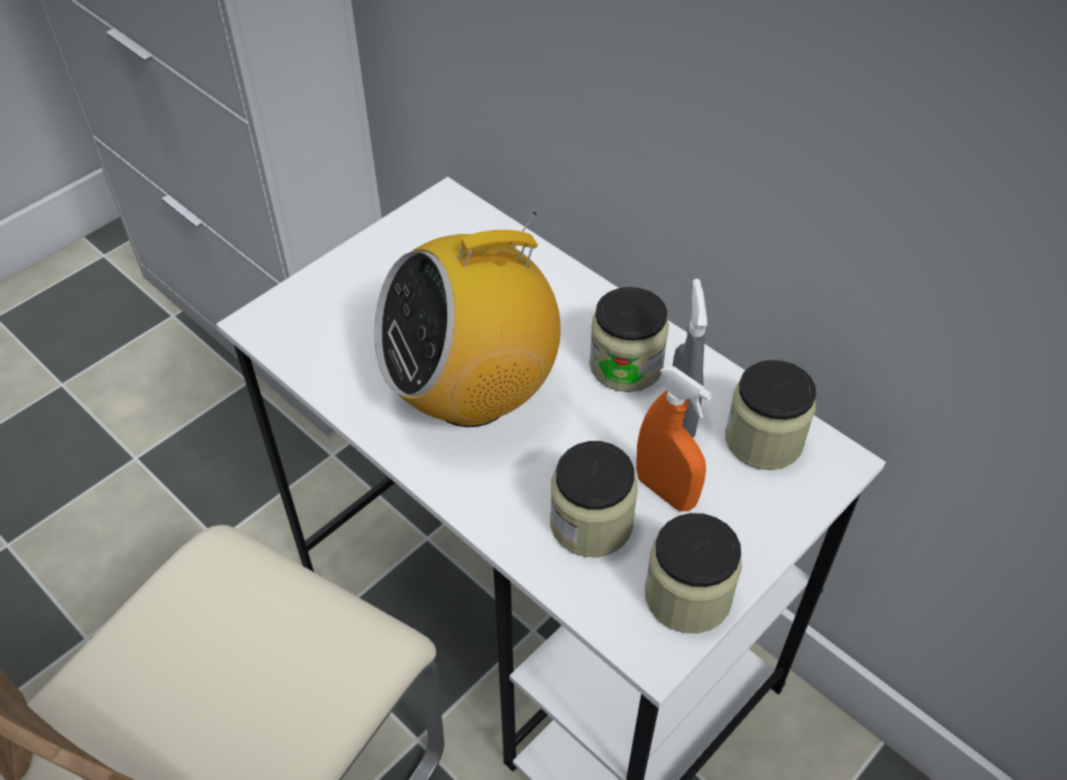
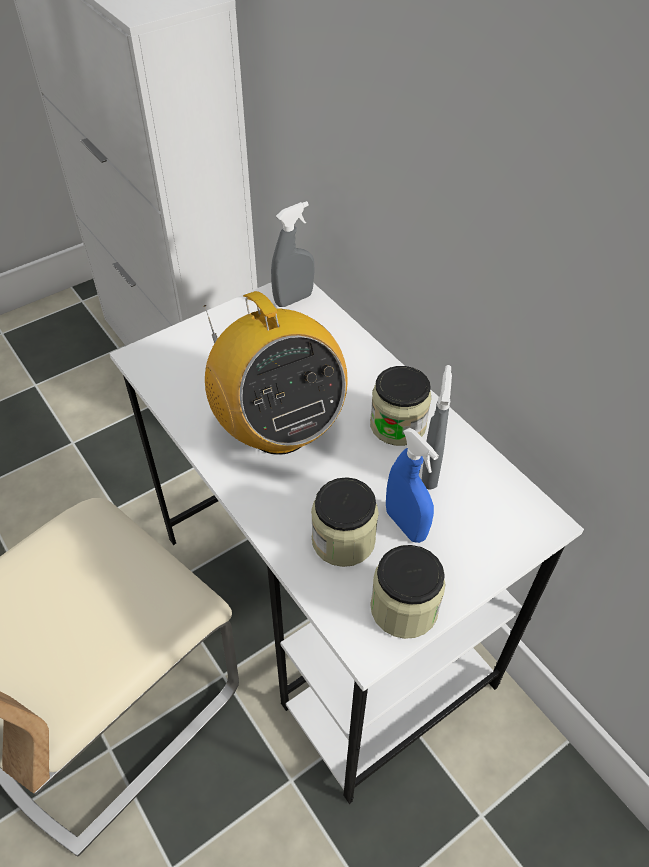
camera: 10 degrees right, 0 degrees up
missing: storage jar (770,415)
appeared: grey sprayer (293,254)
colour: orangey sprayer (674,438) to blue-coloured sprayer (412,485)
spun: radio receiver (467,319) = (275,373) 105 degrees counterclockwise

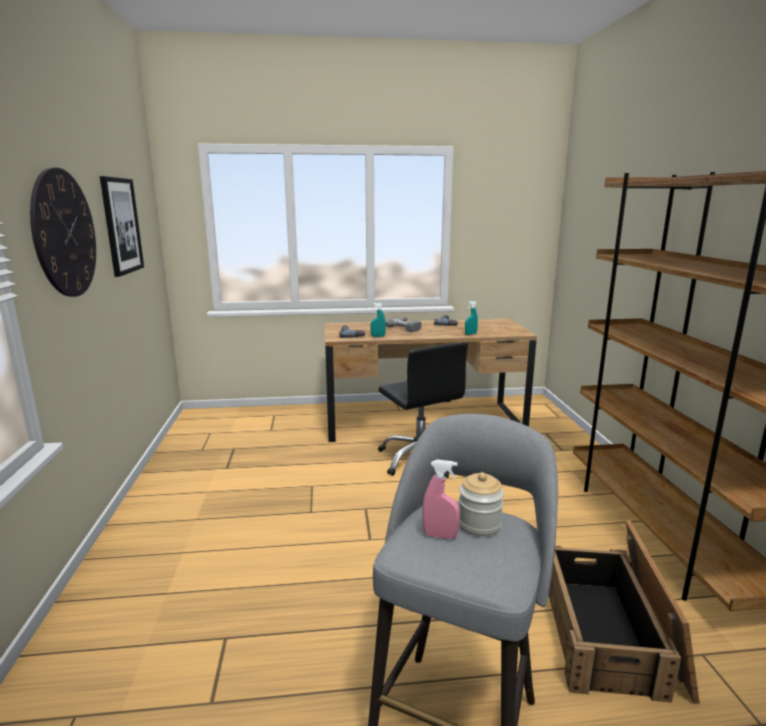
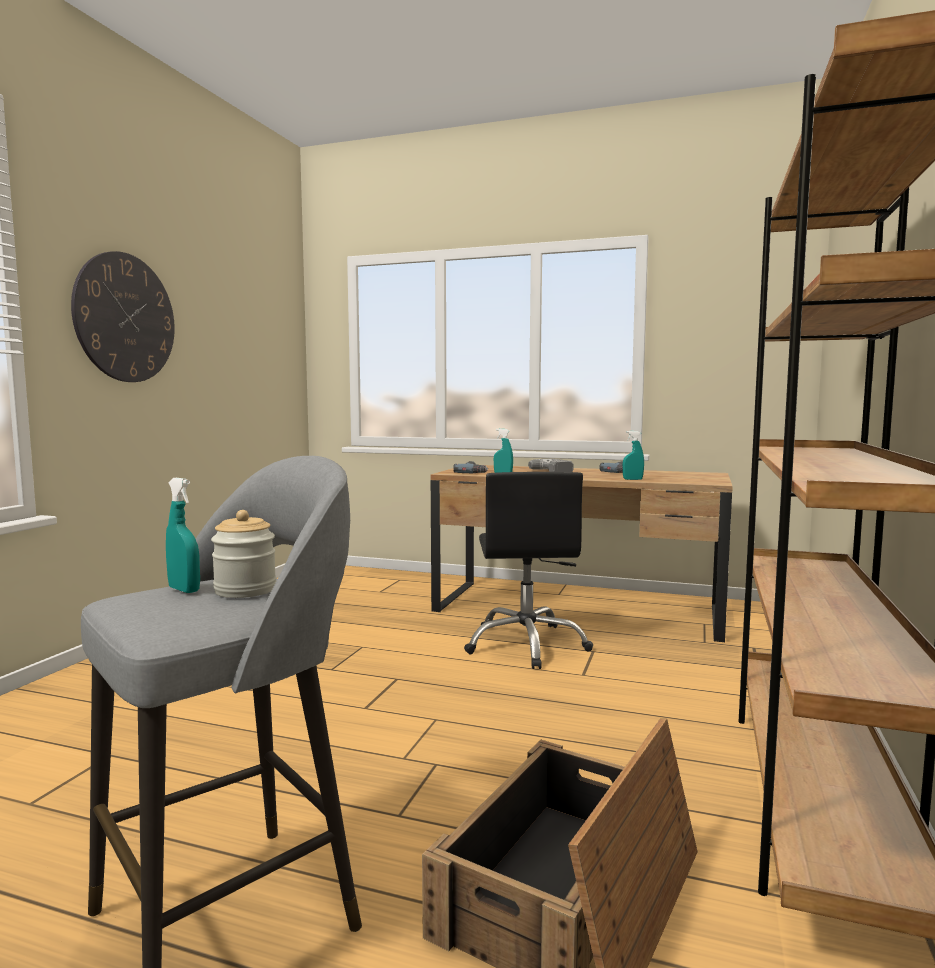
camera: 25 degrees right, 10 degrees down
missing: wall picture (122,226)
colour: pink-coloured sprayer (441,499) to turquoise-coloured sprayer (183,535)

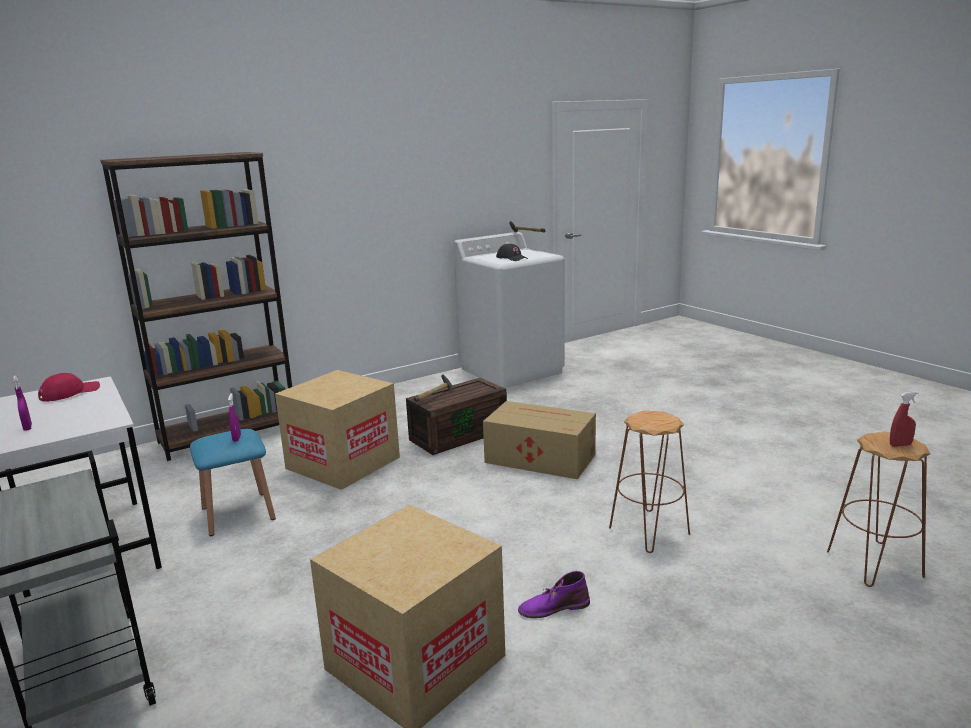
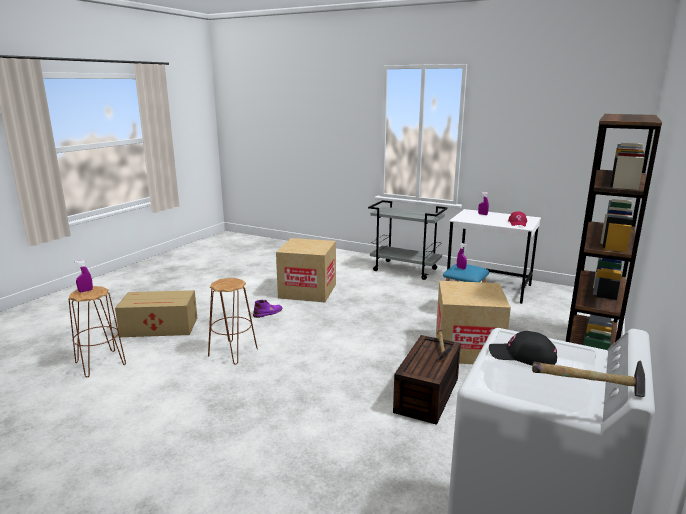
camera: 150 degrees right, 0 degrees up
relocated: cardboard box (539,440) to (156,313)
colour: reddish sprayer (904,419) to purplish sprayer (84,276)

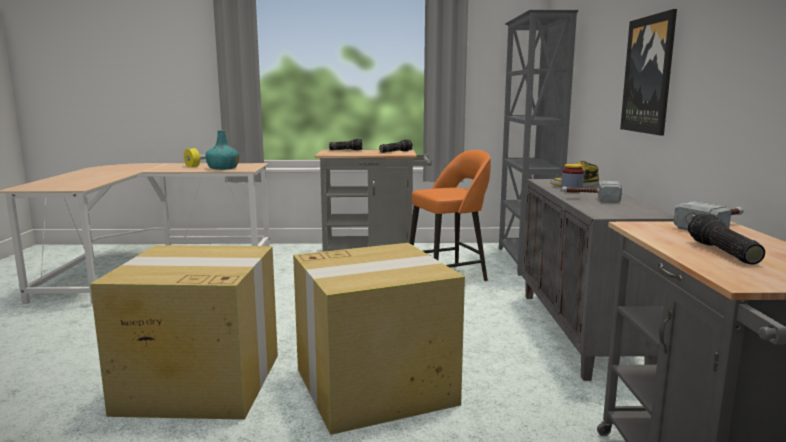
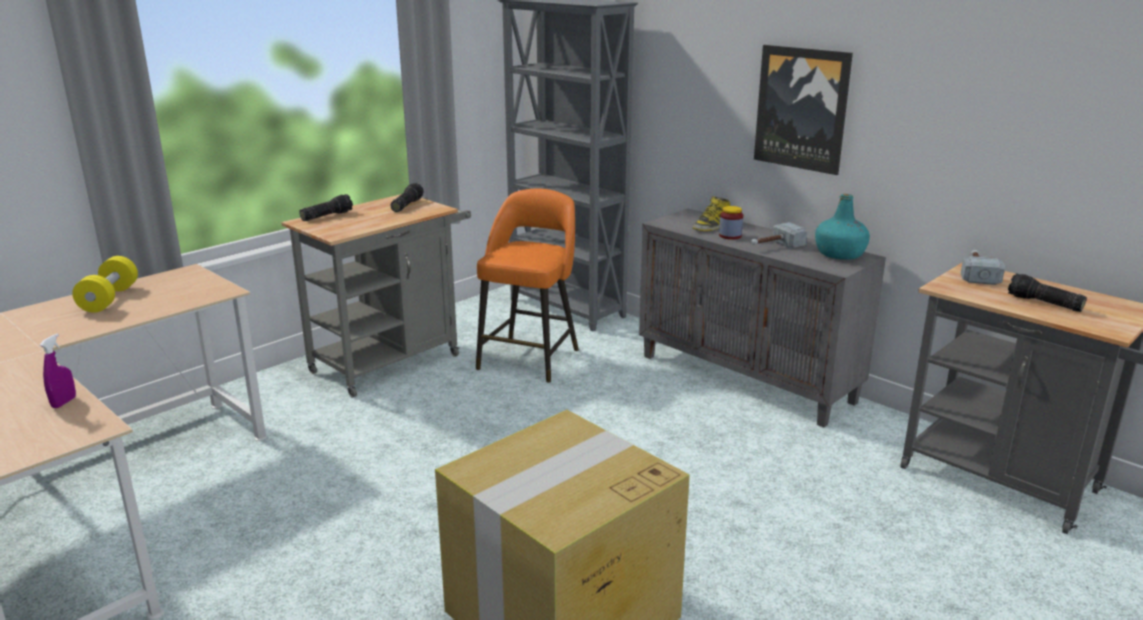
camera: 45 degrees left, 10 degrees up
missing: cardboard box (379,339)
appeared: purplish sprayer (58,371)
relocated: turquoise-coloured drink bottle (222,150) to (842,227)

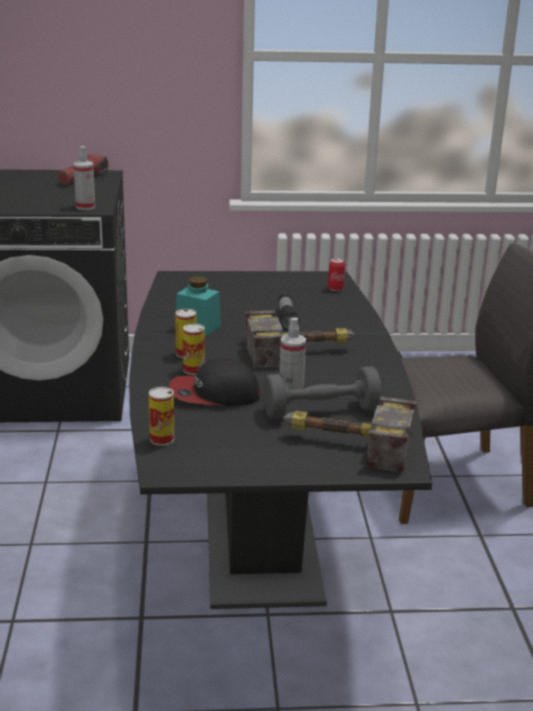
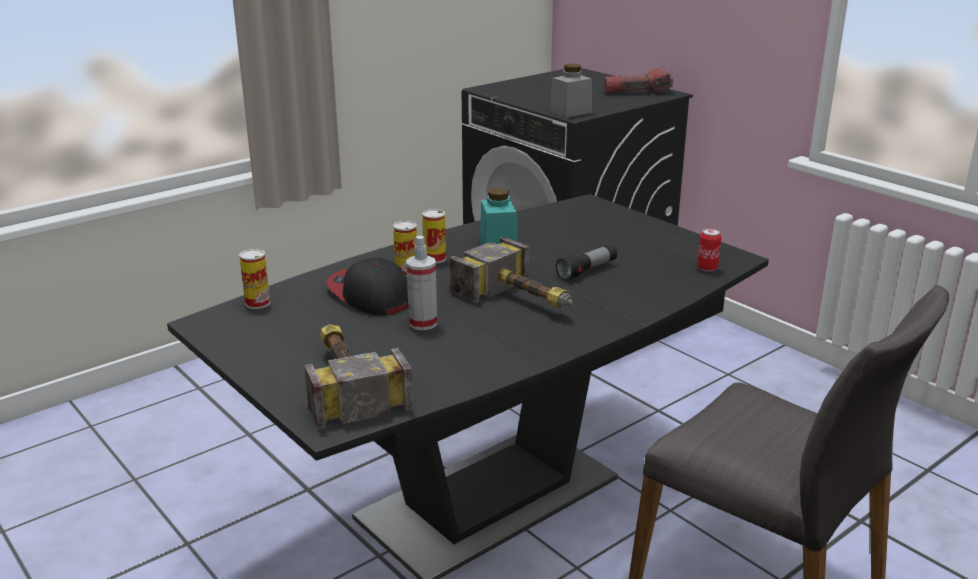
camera: 55 degrees right, 0 degrees up
missing: grey free weight (322,392)
exchanged: sprayer (84,178) to grey storage jar (571,91)

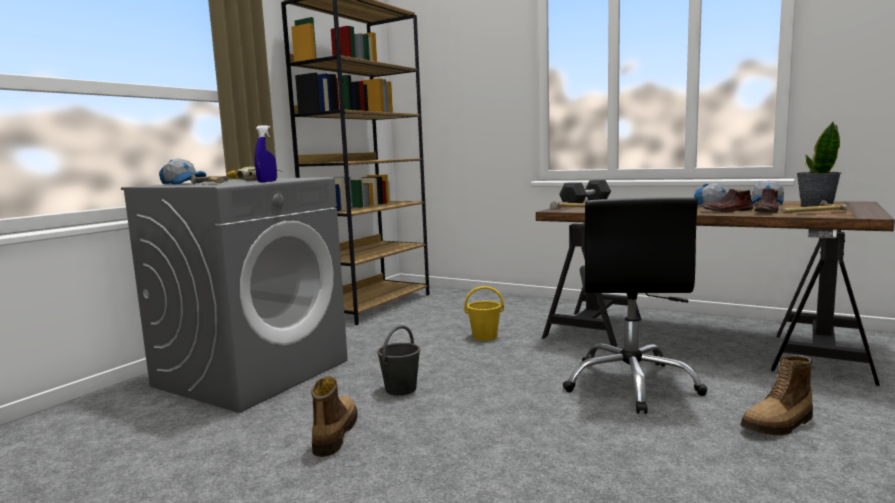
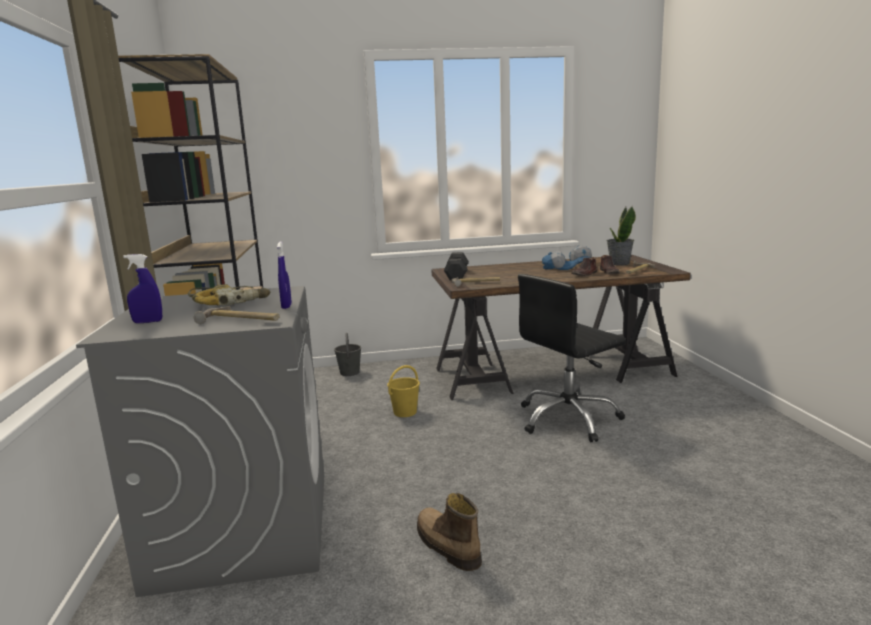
camera: 40 degrees left, 5 degrees up
missing: boot (776,395)
relocated: grey bucket (398,360) to (347,354)
exchanged: cap (182,171) to blue-coloured sprayer (142,288)
spun: blackish computer chair (635,305) = (572,358) 90 degrees clockwise

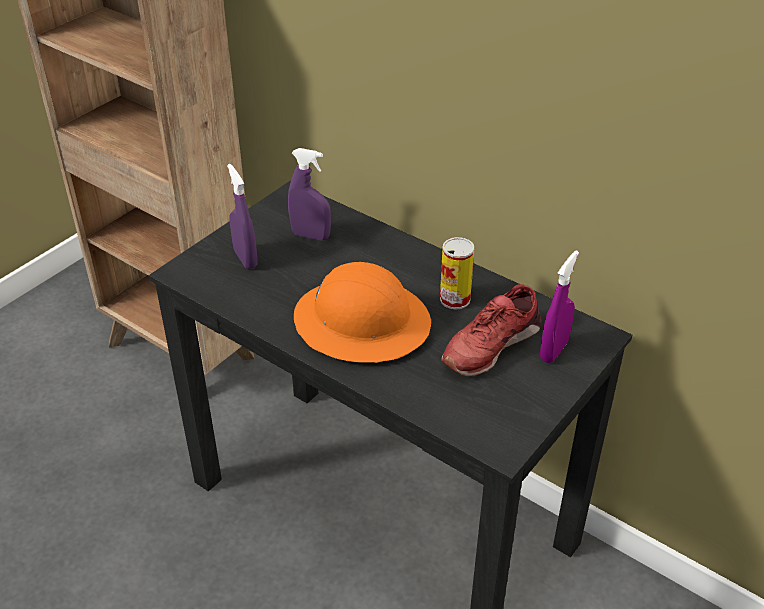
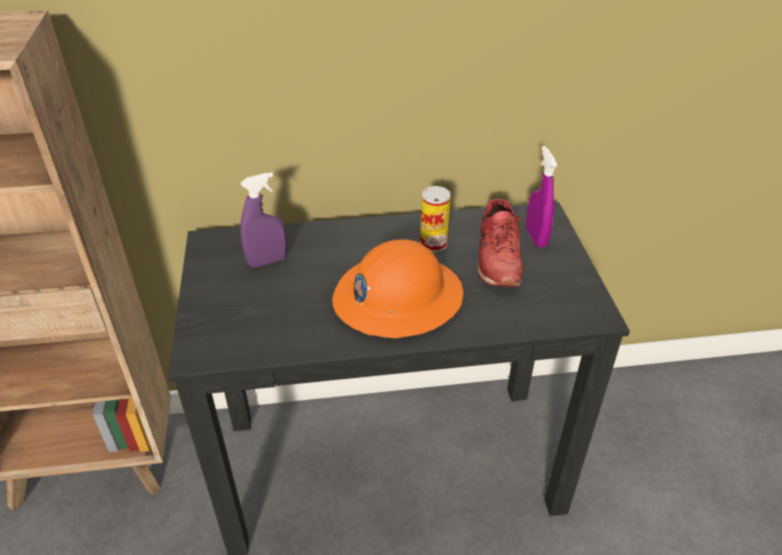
camera: 45 degrees left, 0 degrees up
missing: purplish sprayer (242,216)

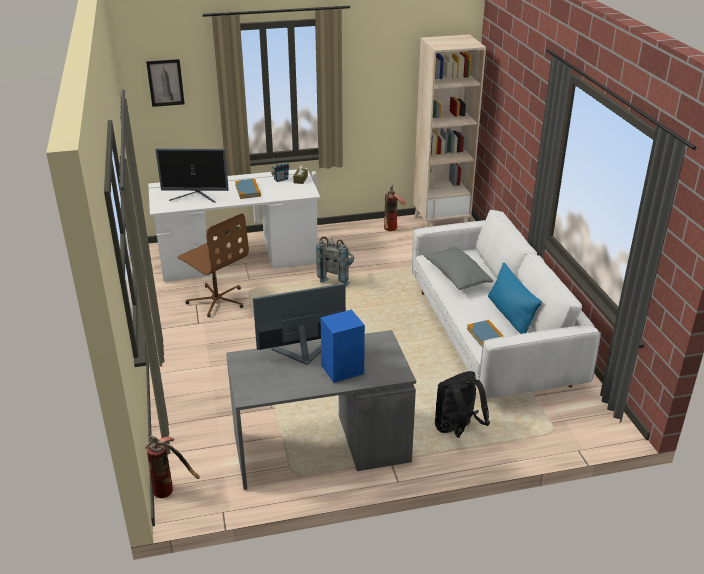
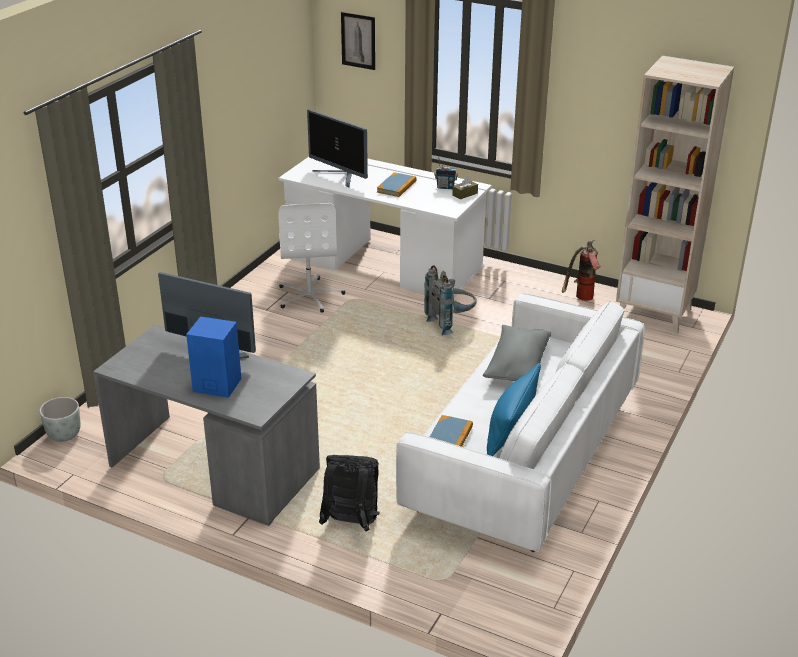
camera: 40 degrees right, 0 degrees up
exchanged: extinguisher (172,466) to grey plant pot (60,419)
colour: brownish computer chair (213,265) to whitish computer chair (311,258)

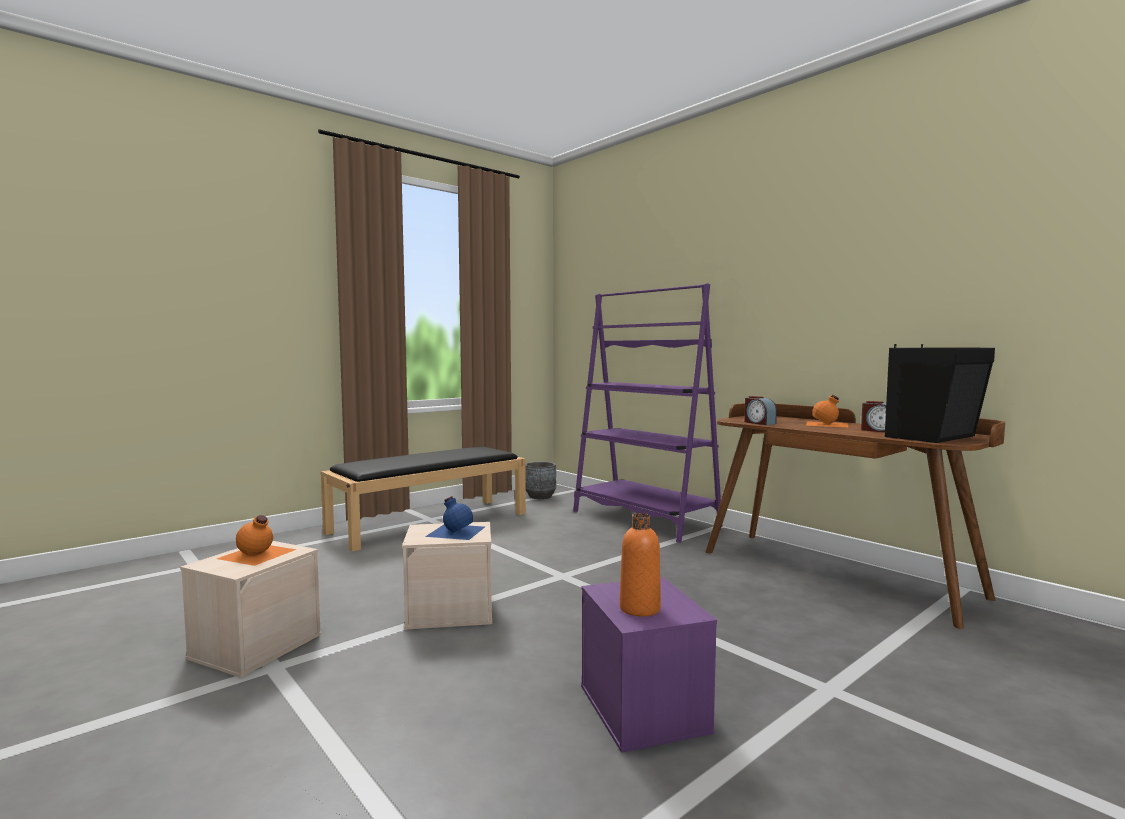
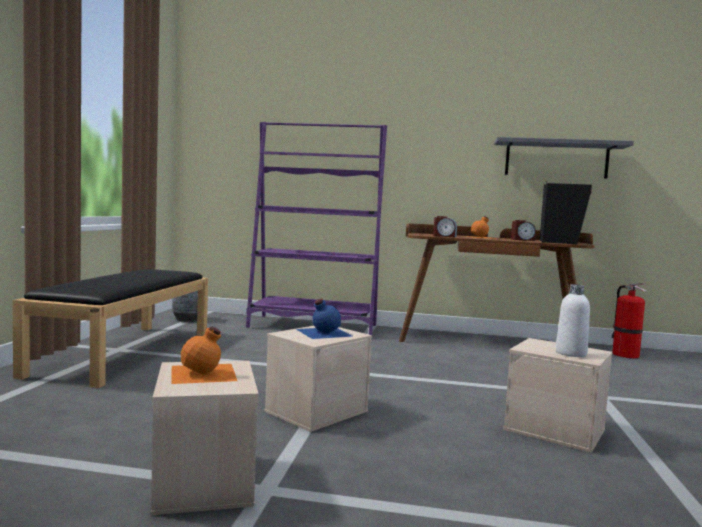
camera: 40 degrees left, 0 degrees up
appeared: grey shelf (564,158); extinguisher (628,320)
colour: purplish storage bin (649,665) to beige storage bin (557,395); orangey drink bottle (640,565) to whitish drink bottle (573,320)

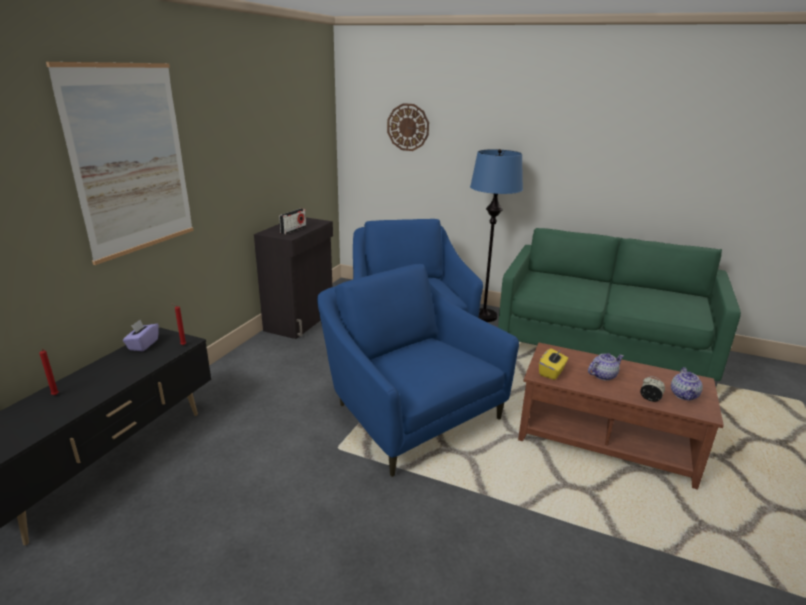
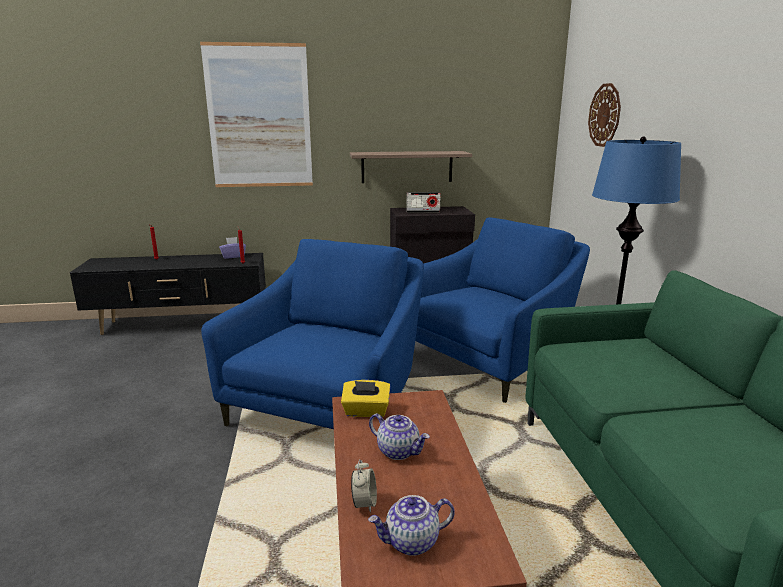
camera: 60 degrees right, 5 degrees down
appeared: shelf (411,167)

